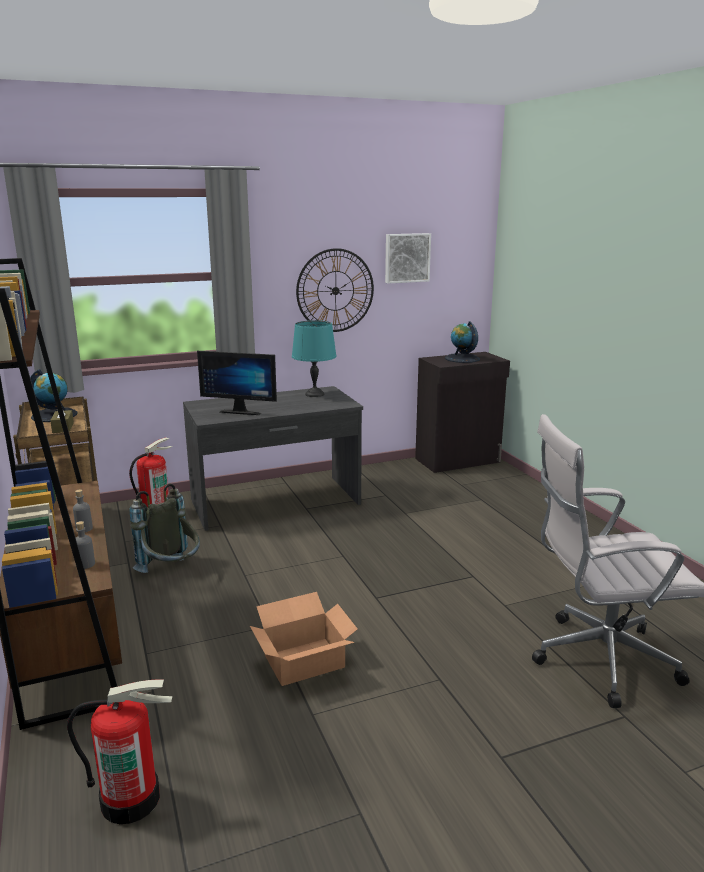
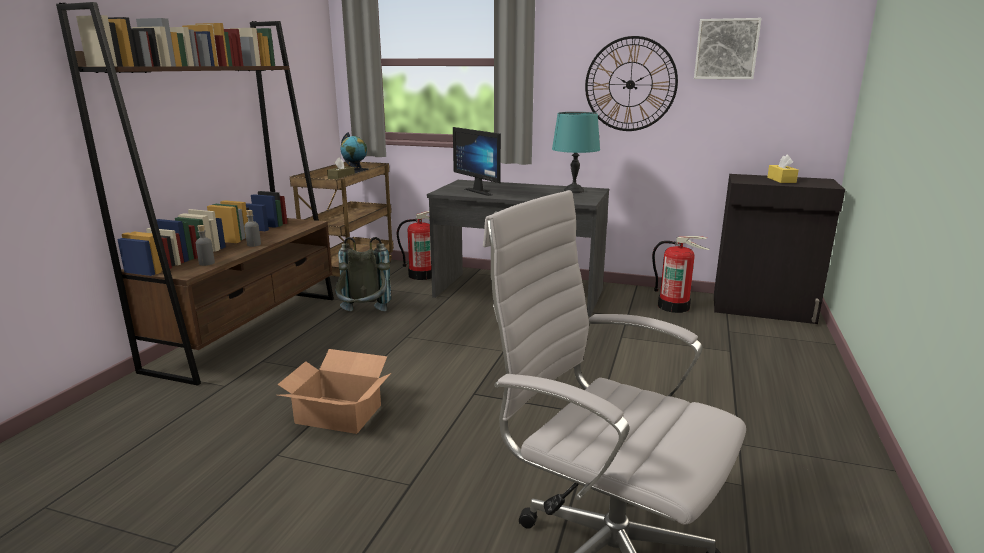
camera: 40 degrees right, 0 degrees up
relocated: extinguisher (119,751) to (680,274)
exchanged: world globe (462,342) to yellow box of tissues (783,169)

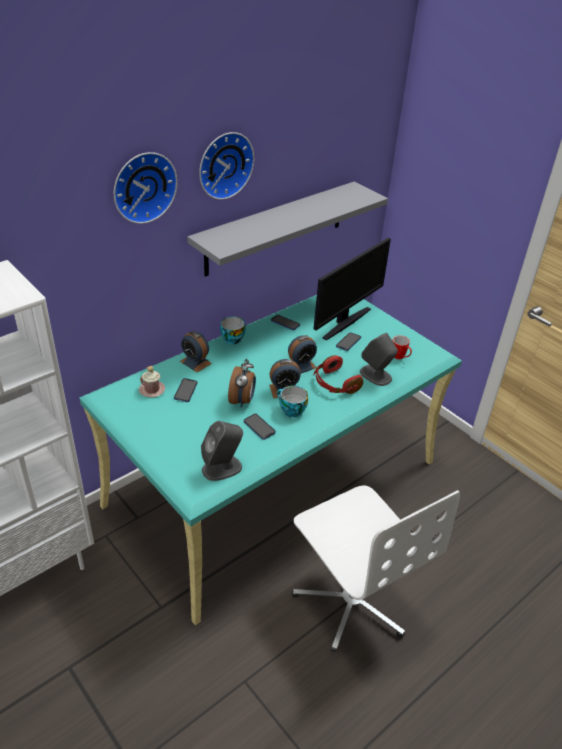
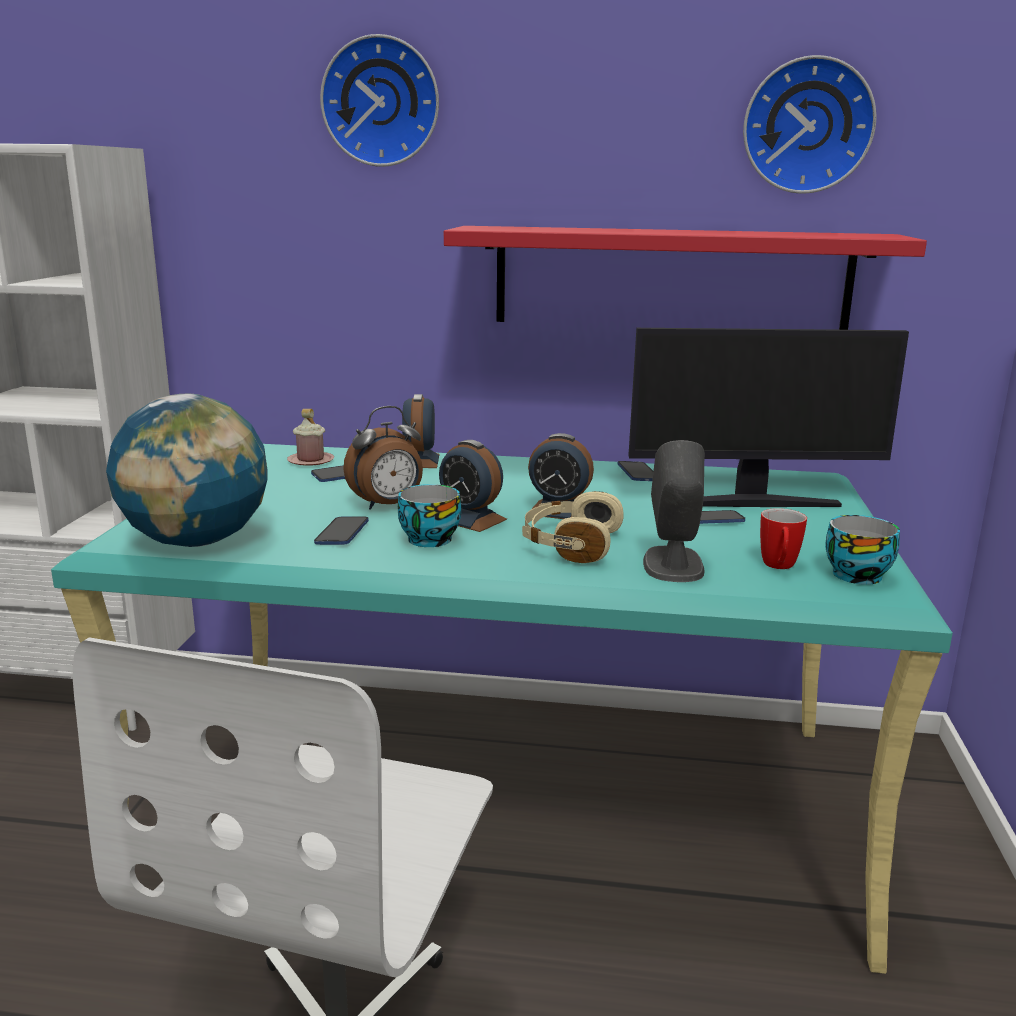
camera: 50 degrees right, 20 degrees down
relocated: clock on the wall (226,166) to (809,124); drinking cup (233,330) to (862,550)
exchanged: grey loudspeaker (222,451) to world globe (187,470)
colour: grey shelf (287,229) to reddish shelf (685,278); reddish headphones (338,374) to beige headphones (573,527)

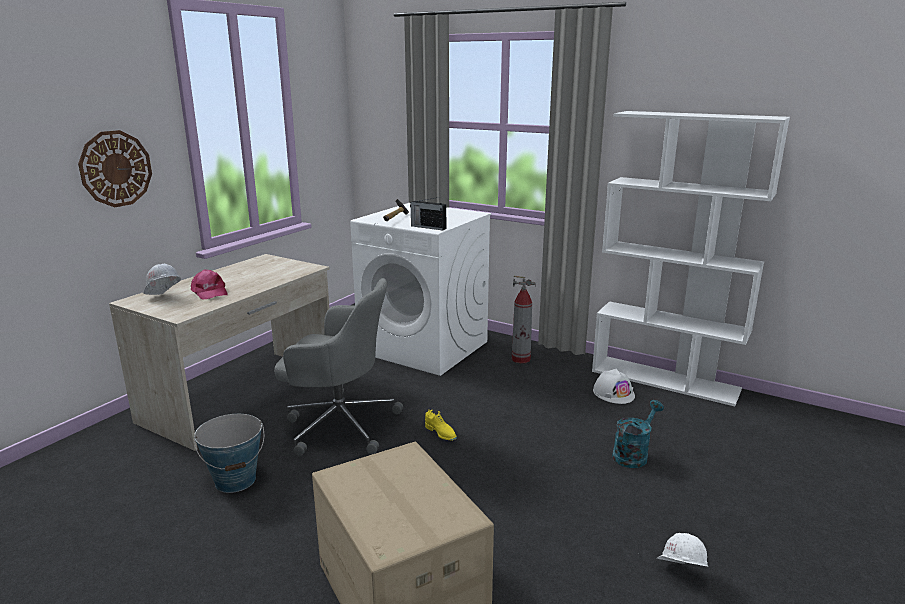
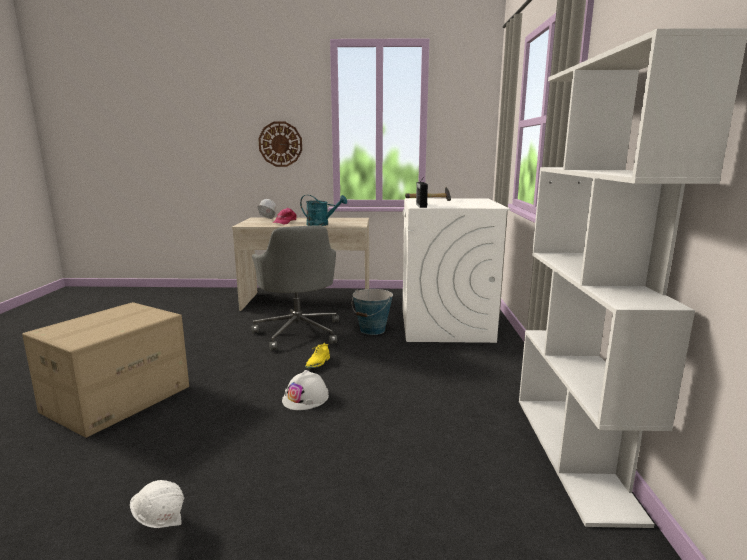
camera: 60 degrees right, 5 degrees down
missing: extinguisher (524,319)
relocated: whitish work helmet (614,386) to (305,390); turquoise-coloured watering can (638,434) to (323,210); bucket (229,453) to (372,312)

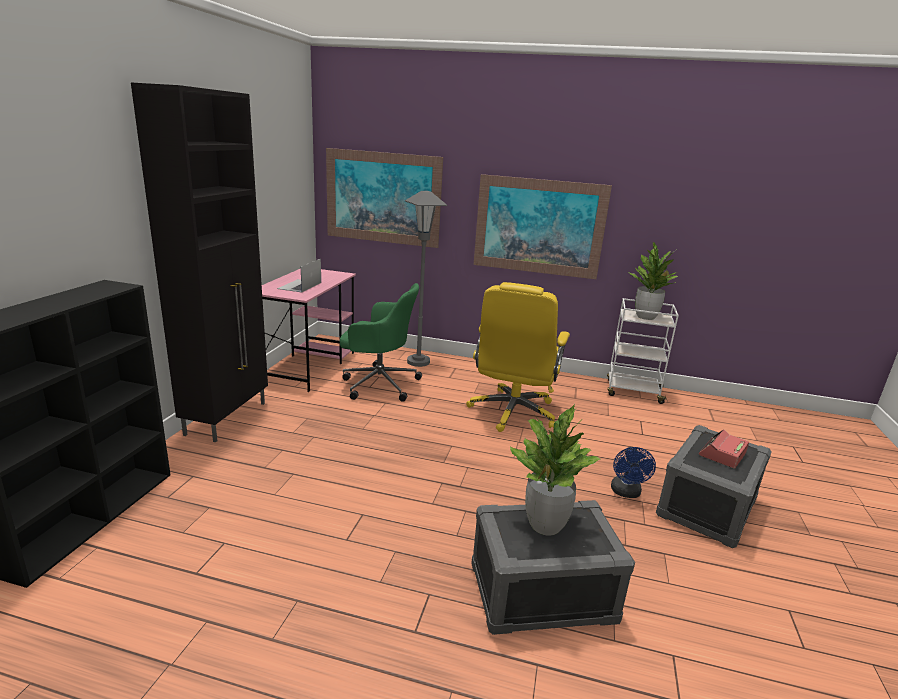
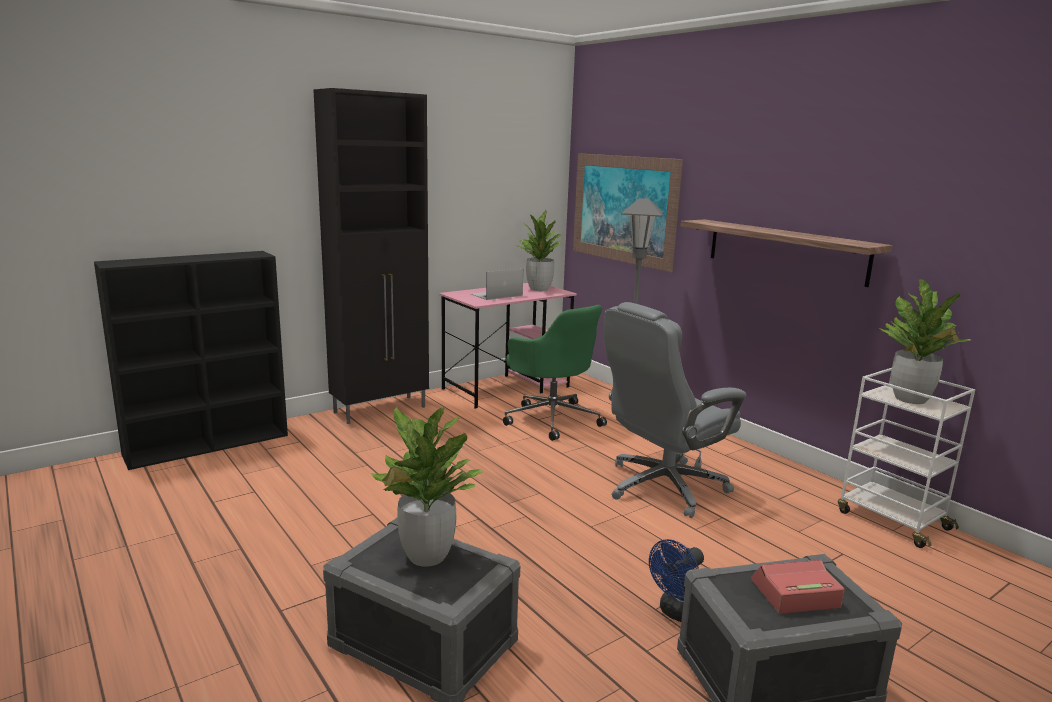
camera: 40 degrees right, 5 degrees down
appeared: houseplant (538,250)
exchanged: wall picture (543,226) to shelf (787,253)
colour: yellow computer chair (518,357) to grey computer chair (674,410)

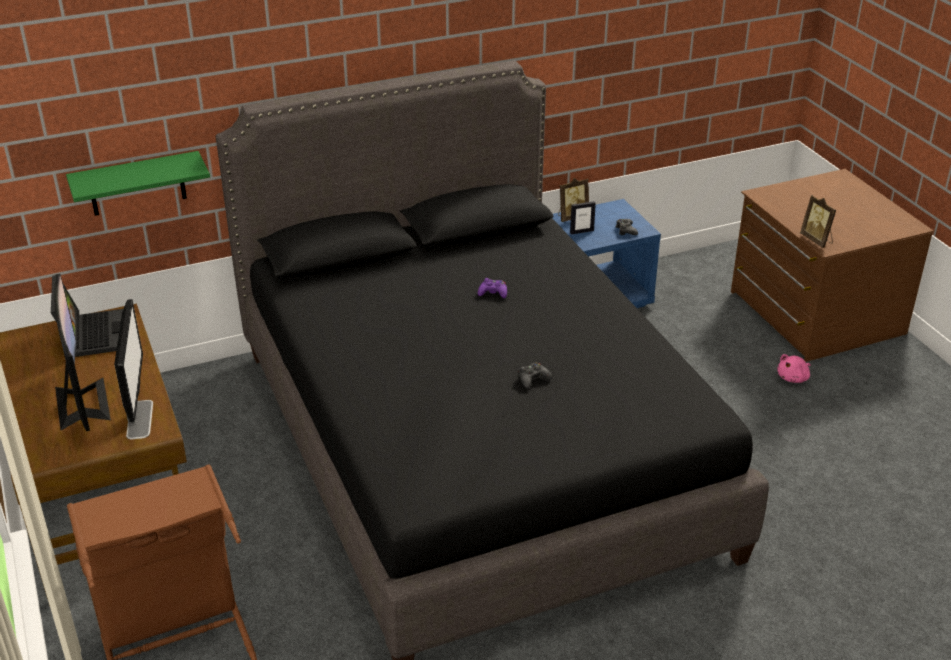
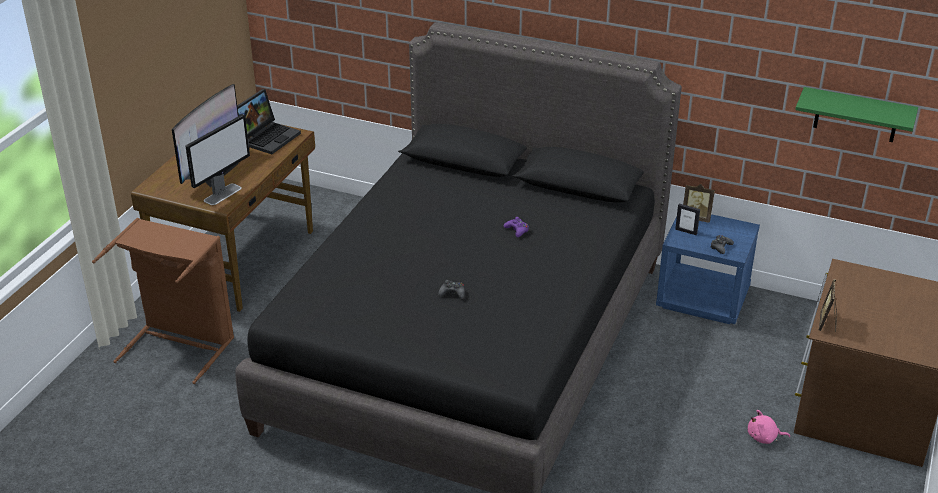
camera: 45 degrees right, 0 degrees up
relocated: green-coloured shelf (138,183) to (856,114)

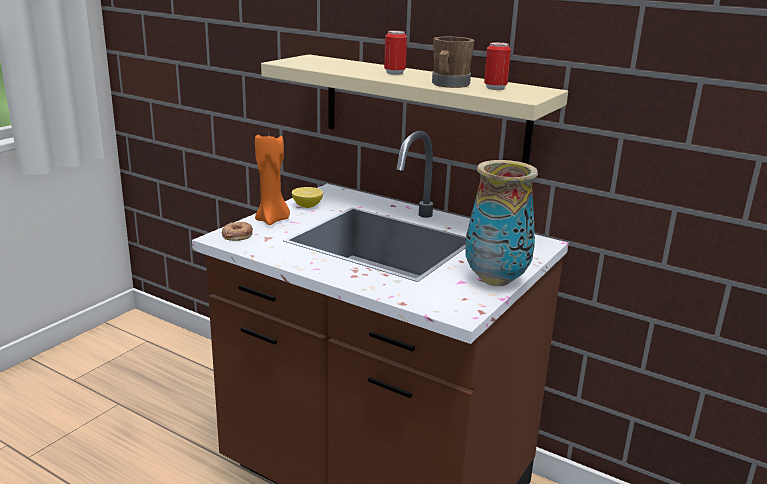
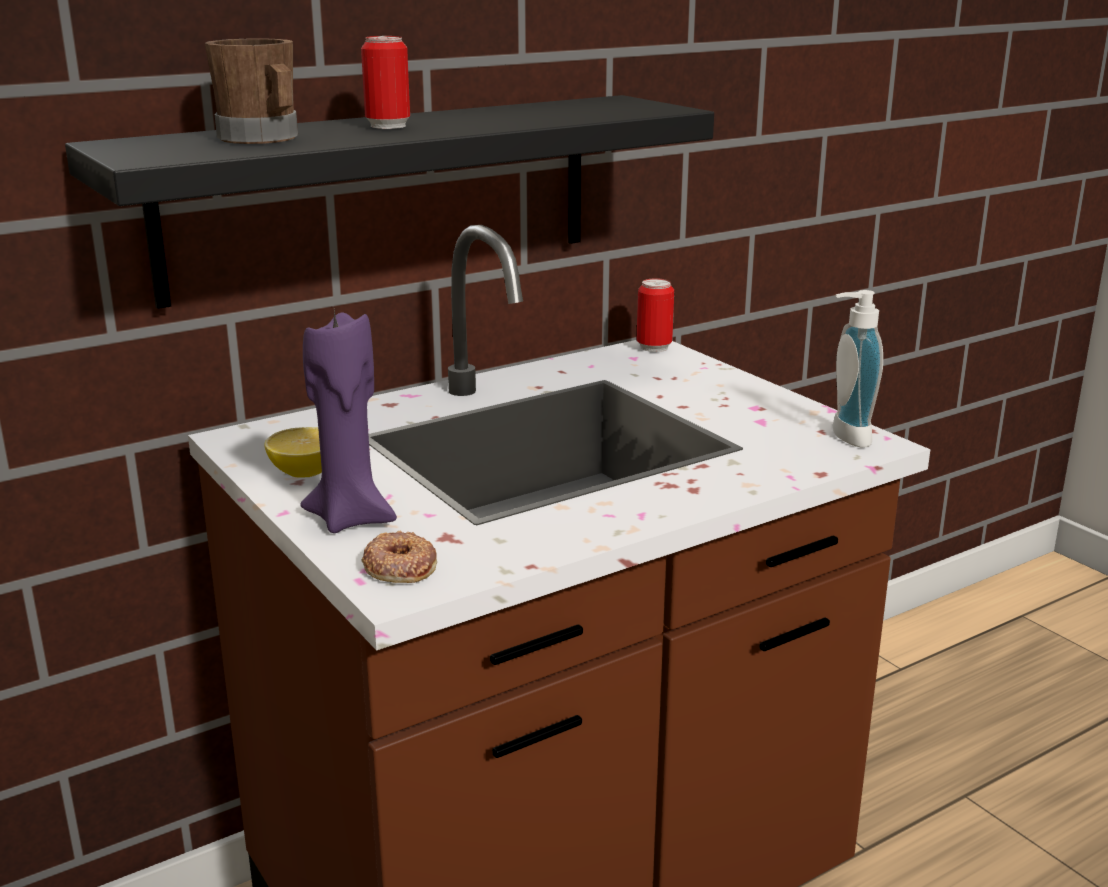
camera: 65 degrees left, 0 degrees up
missing: flower vase (501,223)
appeared: soap bottle (858,369)
relocated: brownish mug (453,62) to (251,91); metal can (497,66) to (655,315)
colour: beige shelf (414,109) to blackish shelf (389,202); orangey wax light (272,180) to purplish wax light (348,421)

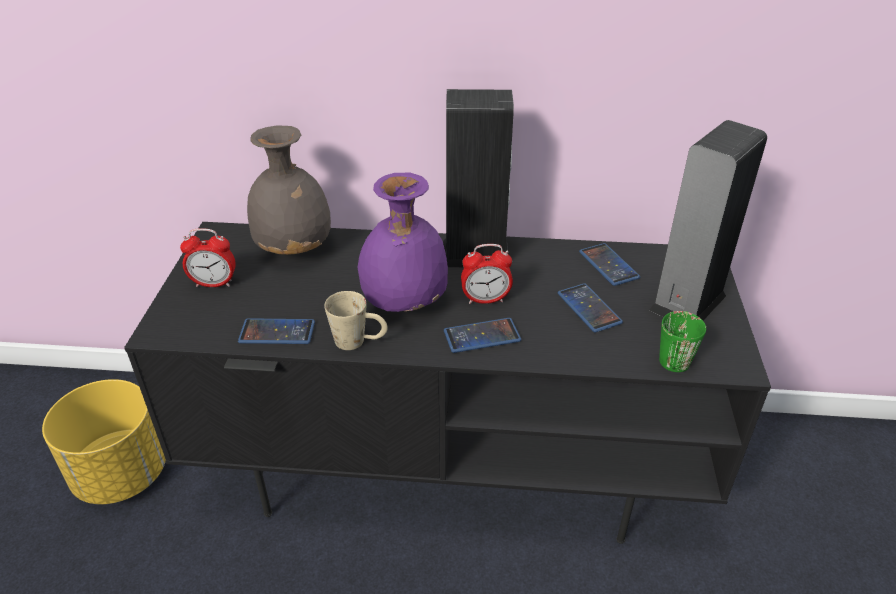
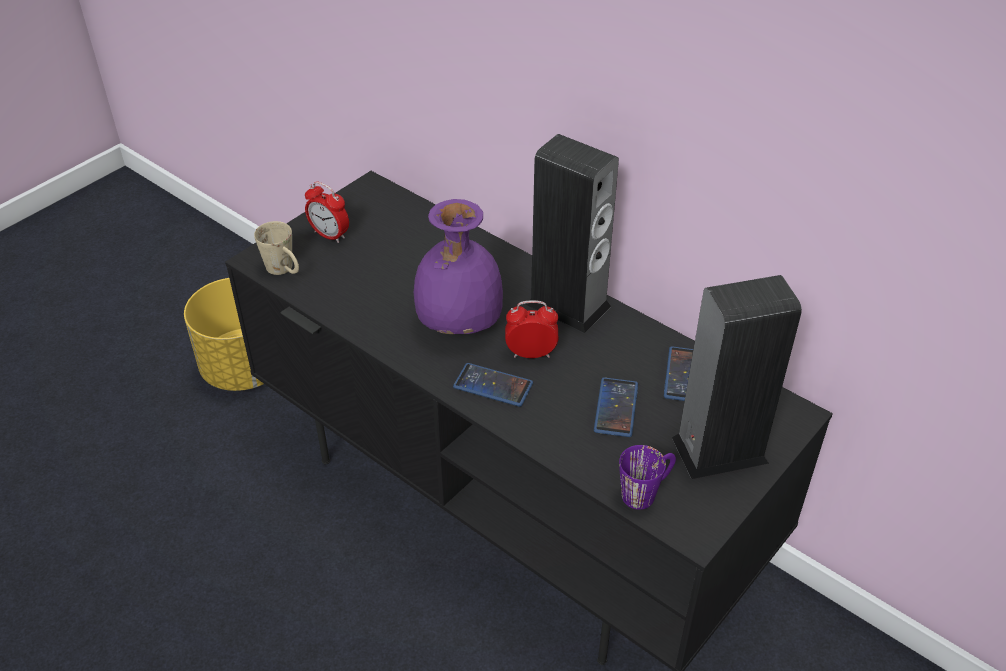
camera: 35 degrees right, 5 degrees up
missing: phone (276,331); grey flower vase (289,190)
relocated: beige mug (356,320) to (276,248)
colour: green-coloured mug (682,341) to purplish mug (647,477)
spun: alarm clock (487,274) = (531,329) 150 degrees clockwise

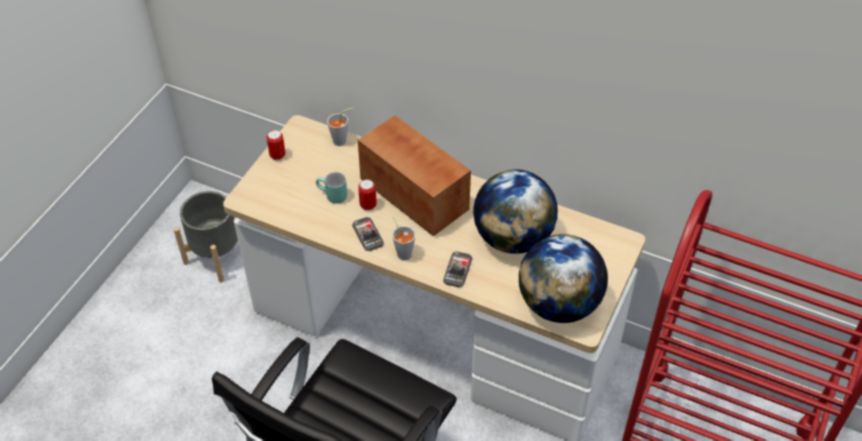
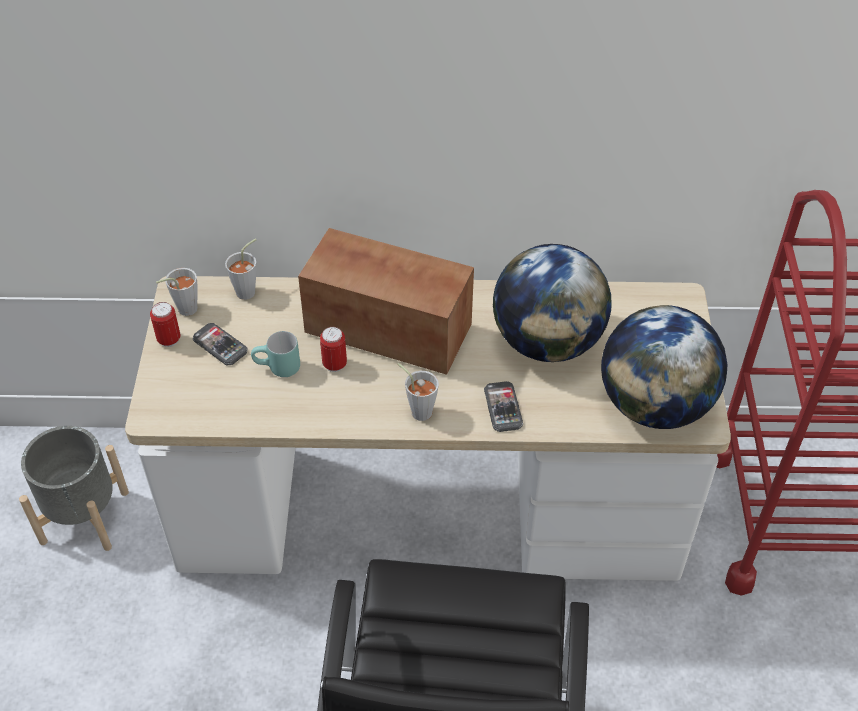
camera: 25 degrees left, 0 degrees up
appeared: grey drinking cup (177,292)
relocated: phone (368,234) to (220,344)

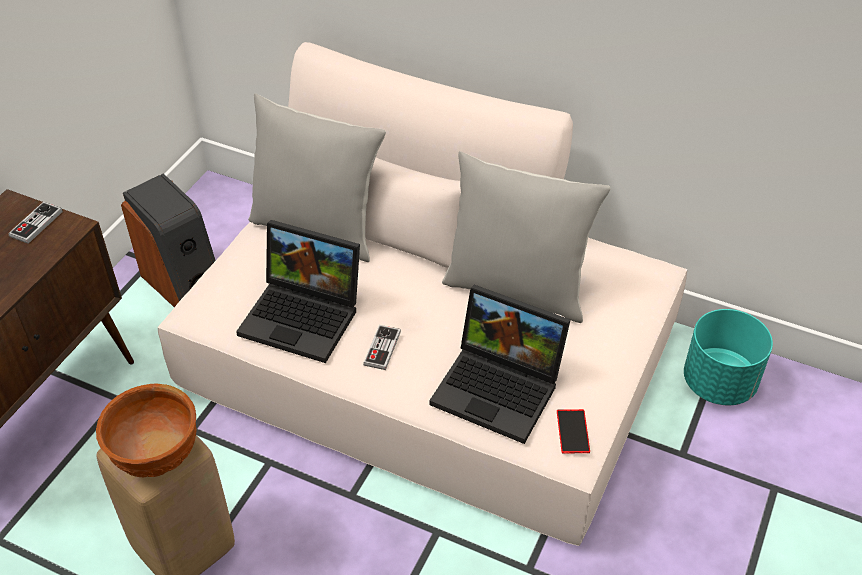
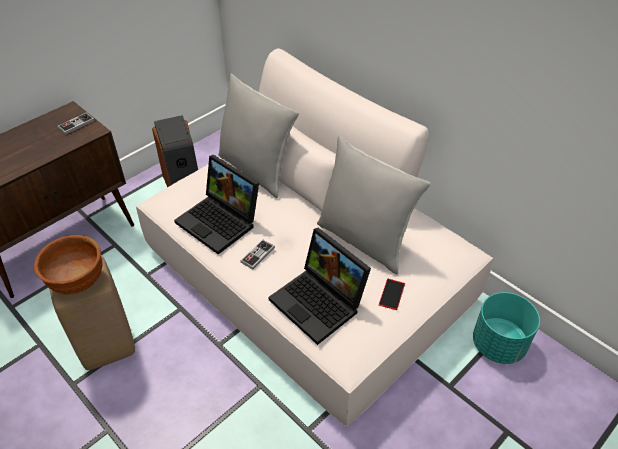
camera: 20 degrees right, 0 degrees up
relocated: phone (573,431) to (392,294)

